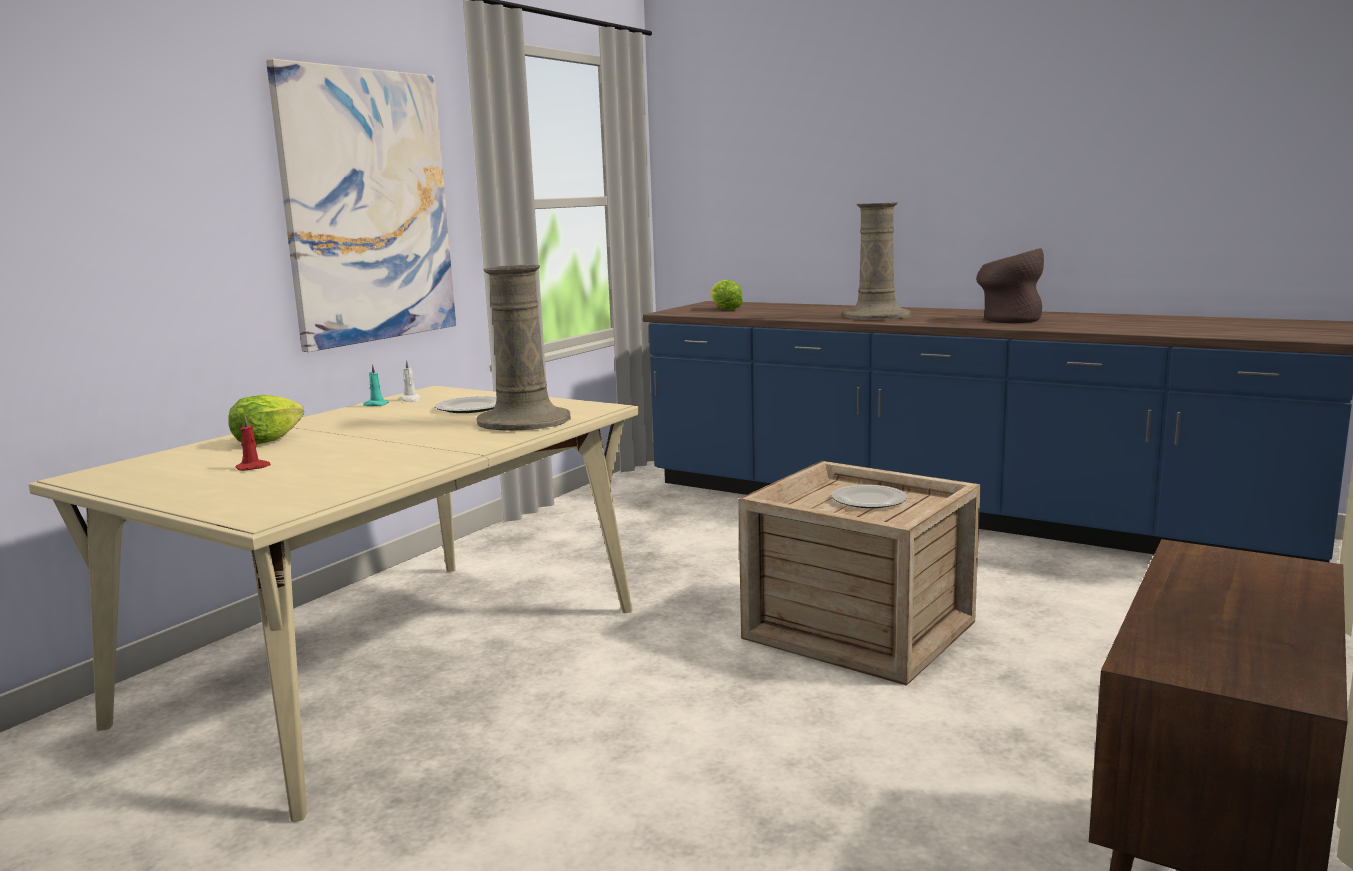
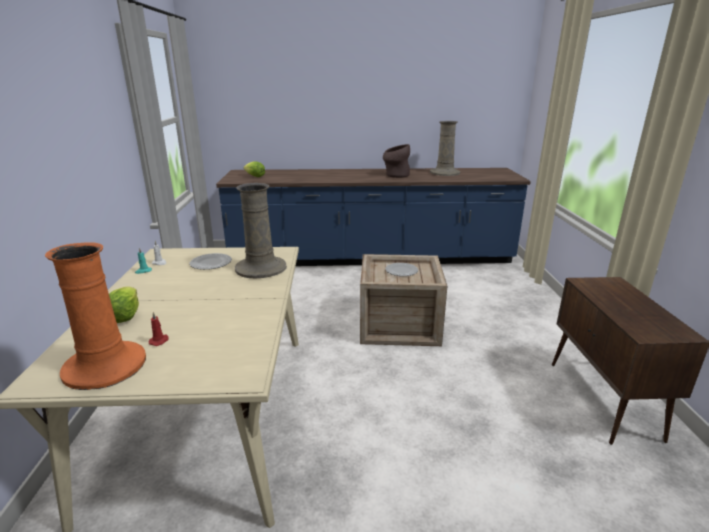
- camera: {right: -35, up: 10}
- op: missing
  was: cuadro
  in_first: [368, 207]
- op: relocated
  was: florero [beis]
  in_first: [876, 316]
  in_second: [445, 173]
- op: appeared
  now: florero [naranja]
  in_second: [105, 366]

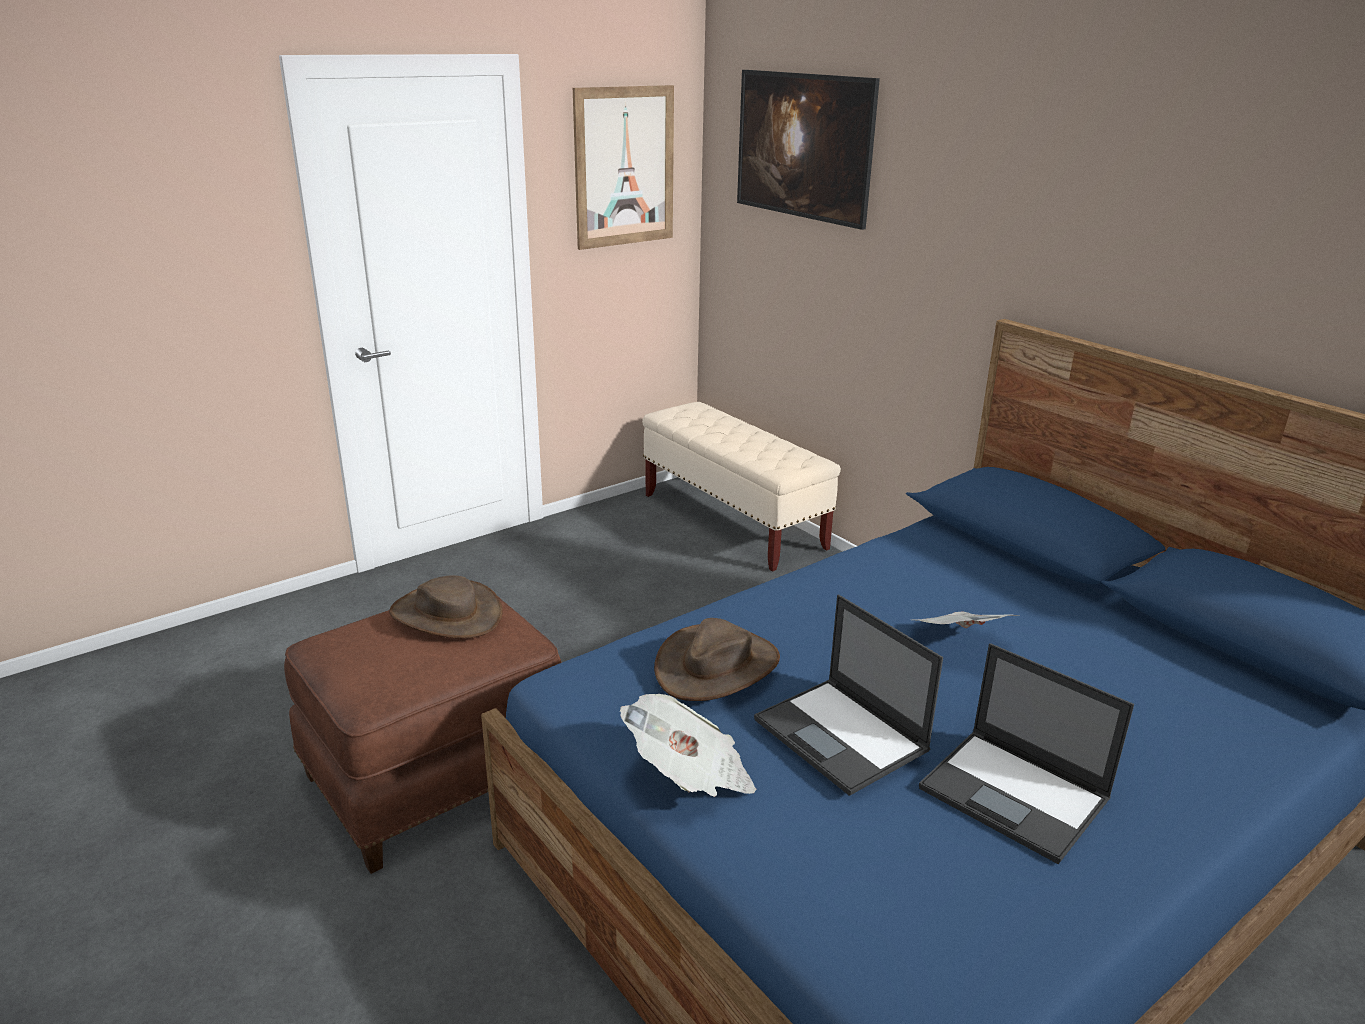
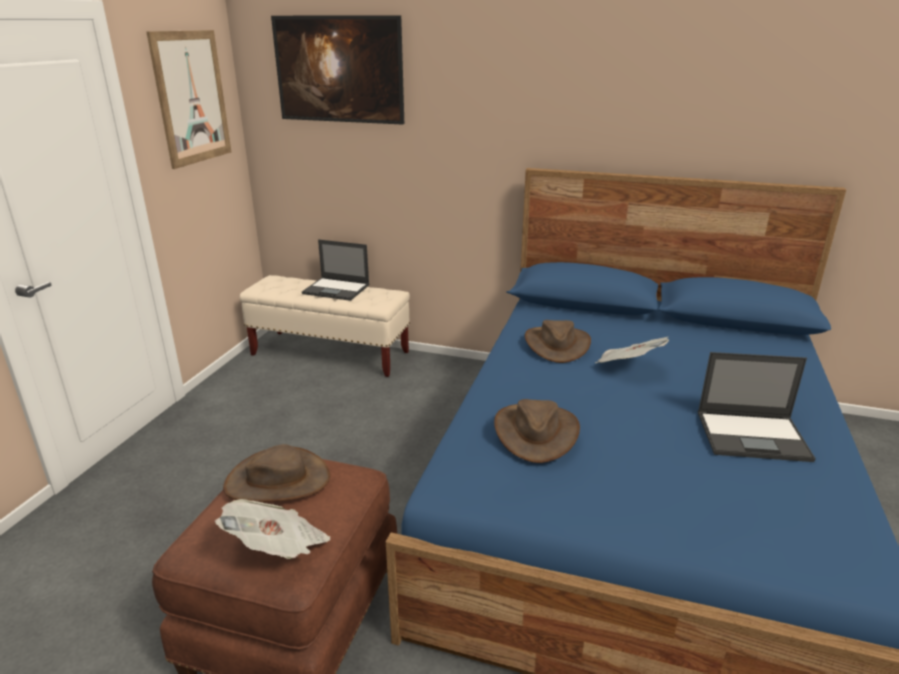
- camera: {right: -35, up: 0}
- op: relocated
  was: portátil
  in_first: [842, 736]
  in_second: [337, 289]
- op: relocated
  was: periódico
  in_first: [689, 775]
  in_second: [278, 548]
- op: appeared
  now: sombrero [marrón]
  in_second: [556, 344]

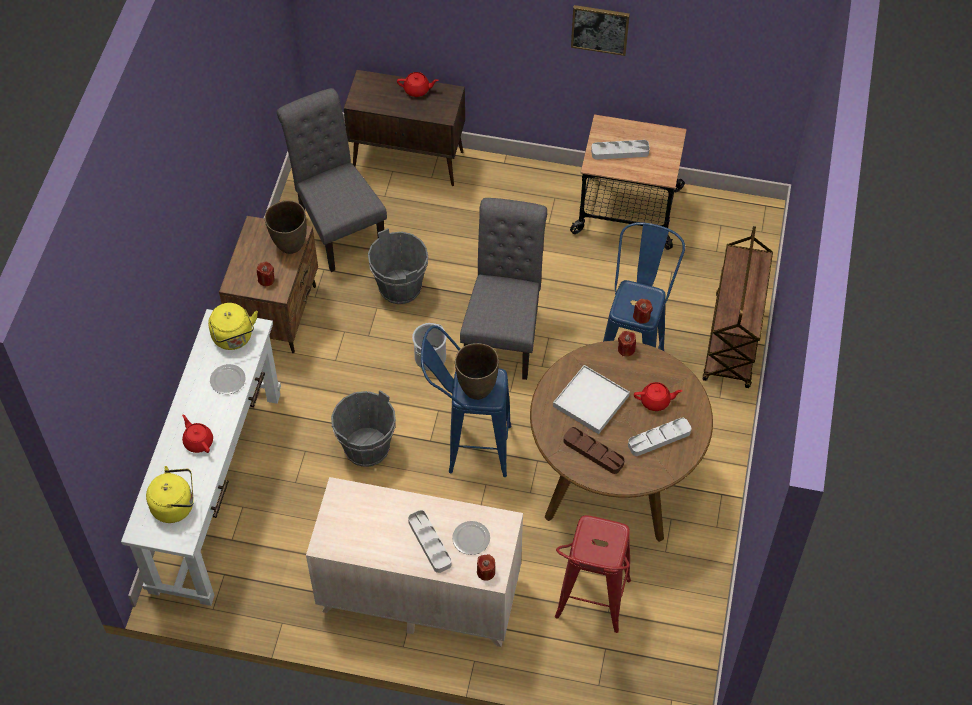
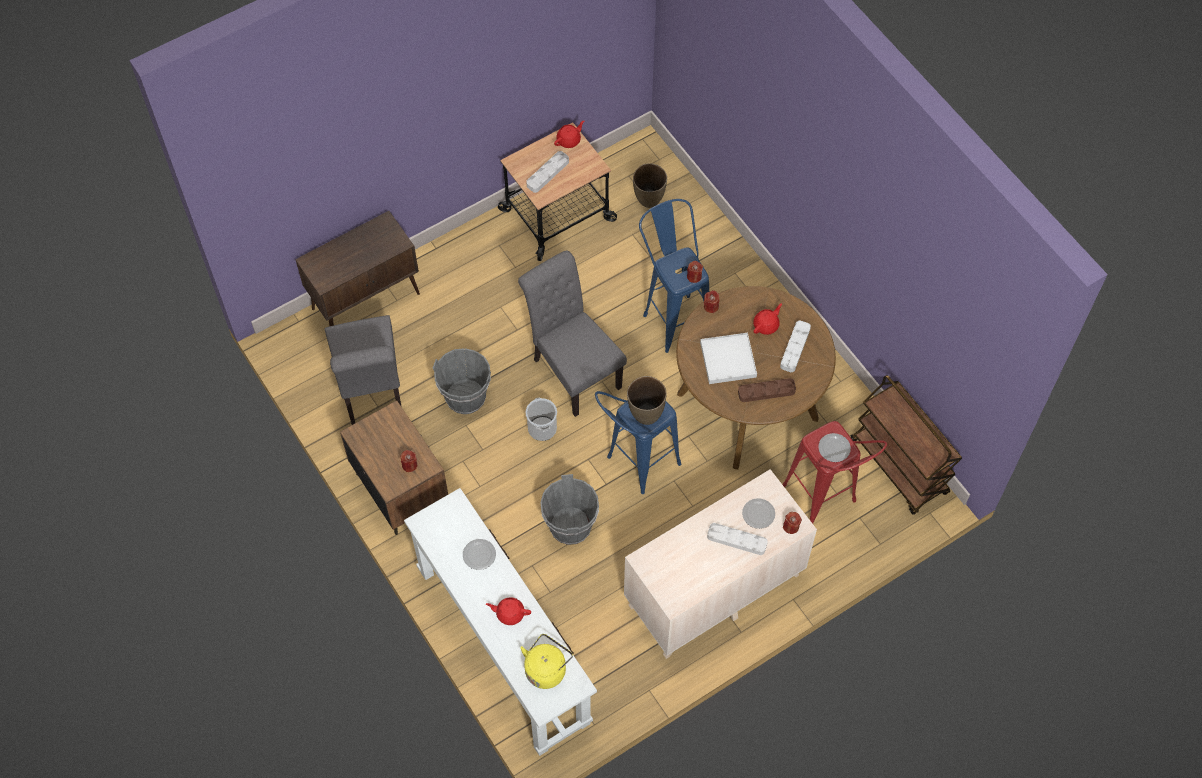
- camera: {right: -45, up: 5}
- op: missing
  was: cuadro
  in_first: [600, 29]
- op: relocated
  was: tetera [rojo]
  in_first: [417, 90]
  in_second: [569, 140]
- op: spun
  was: silla [gris]
  in_first: [338, 227]
  in_second: [371, 391]
  clockwise: -120
- op: relocated
  was: florero [marrón]
  in_first: [290, 245]
  in_second: [649, 200]
- op: relocated
  was: carrito [marrón]
  in_first: [733, 342]
  in_second: [900, 466]
- op: missing
  was: hervidor [amarillo]
  in_first: [234, 338]
- op: appeared
  now: plato
  in_second: [834, 449]

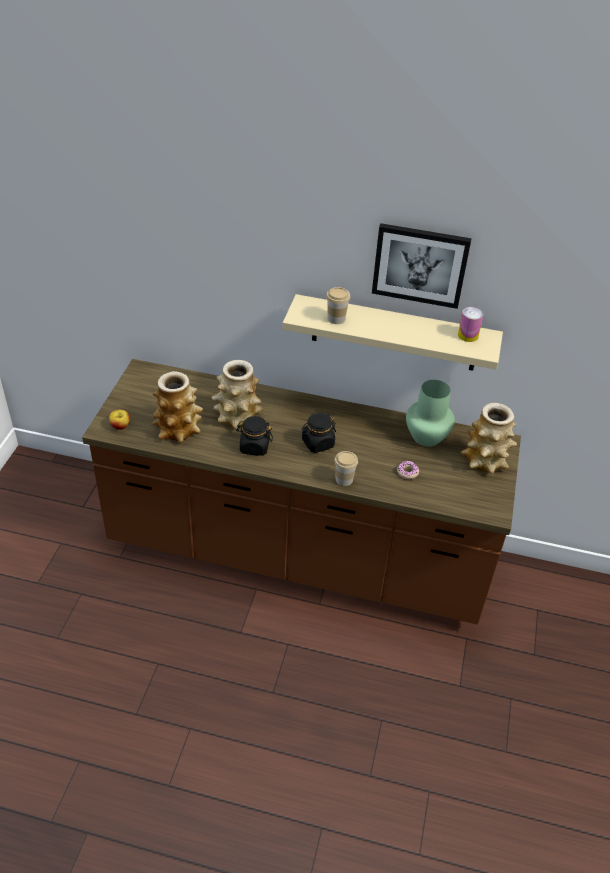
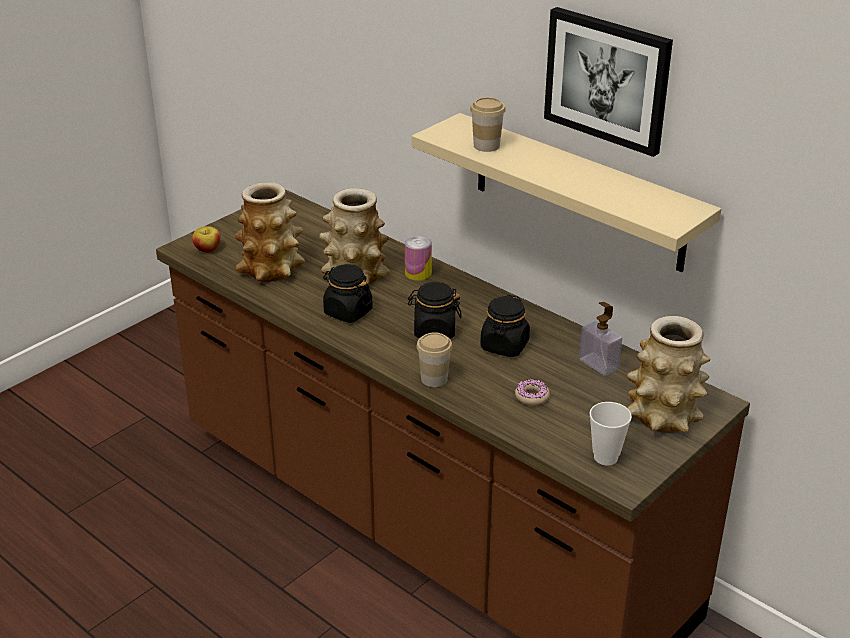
- camera: {right: 30, up: -10}
- op: relocated
  was: lata
  in_first: [468, 335]
  in_second: [418, 273]
- op: exchanged
  was: florero [verde]
  now: dispensador de jabón
  in_first: [427, 436]
  in_second: [598, 364]
- op: appeared
  now: tarro [negro]
  in_second: [504, 346]
- op: appeared
  now: taza
  in_second: [605, 457]

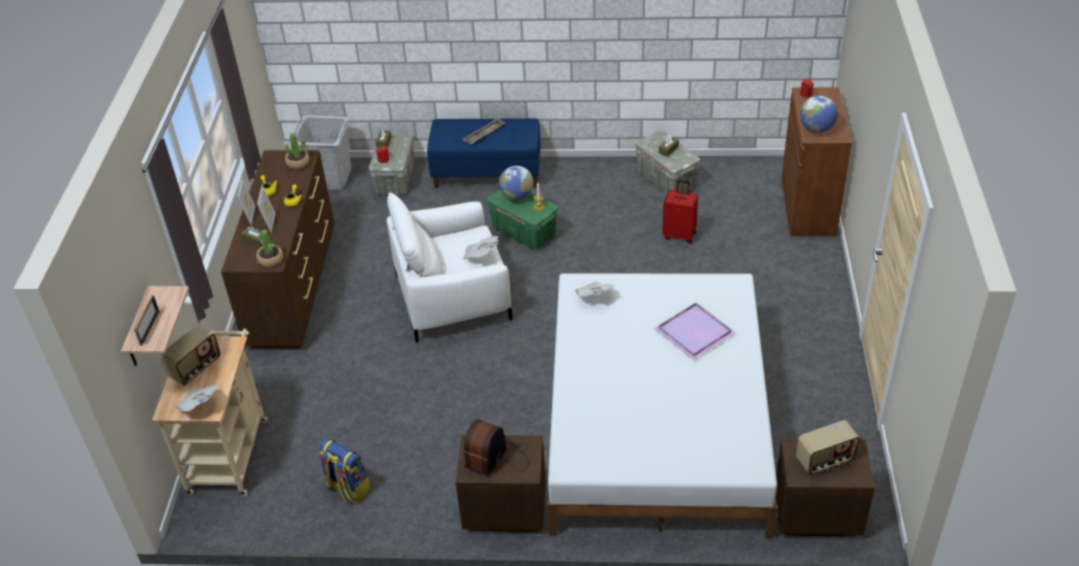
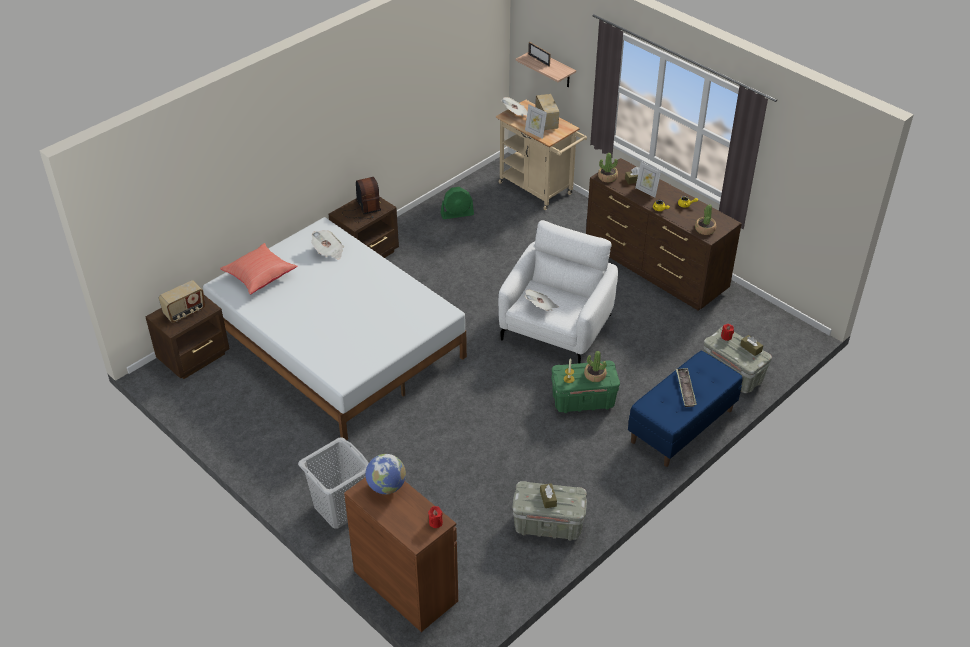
- camera: {right: 130, up: 0}
- op: relocated
  was: cesto de la ropa [gris]
  in_first: [330, 179]
  in_second: [340, 508]
- op: exchanged
  was: globo terráqueo
  now: planta en maceta
  in_first: [517, 196]
  in_second: [595, 375]
- op: relocated
  was: portarretratos
  in_first: [250, 216]
  in_second: [535, 133]
- op: missing
  was: maleta [rojo]
  in_first: [679, 235]
- op: relocated
  was: periódico
  in_first: [594, 296]
  in_second: [328, 251]
- op: missing
  was: bandeja [morado]
  in_first: [694, 333]
- op: spun
  was: radio
  in_first: [825, 460]
  in_second: [185, 312]
  clockwise: -150
- op: exchanged
  was: mochila
  now: ventilador [verde]
  in_first: [347, 488]
  in_second: [457, 214]
- op: appeared
  now: cojín [rojo]
  in_second: [259, 277]

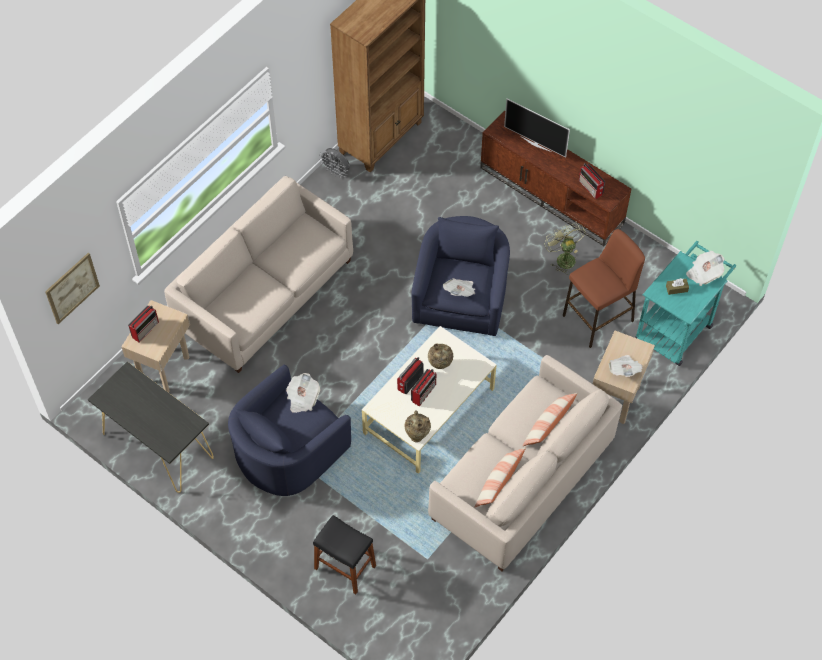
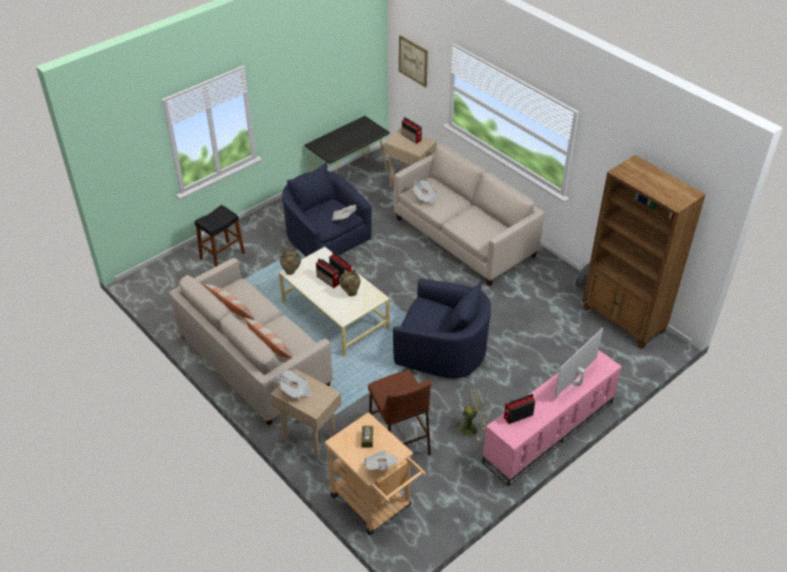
- camera: {right: 100, up: -15}
- op: colour
  was: mueble de televisión [marrón]
  now: mueble de televisión [rosa]
  in_first: [552, 195]
  in_second: [549, 433]
- op: colour
  was: carrito [turquesa]
  now: carrito [beis]
  in_first: [677, 327]
  in_second: [375, 504]
- op: relocated
  was: periódico
  in_first: [460, 292]
  in_second: [425, 198]

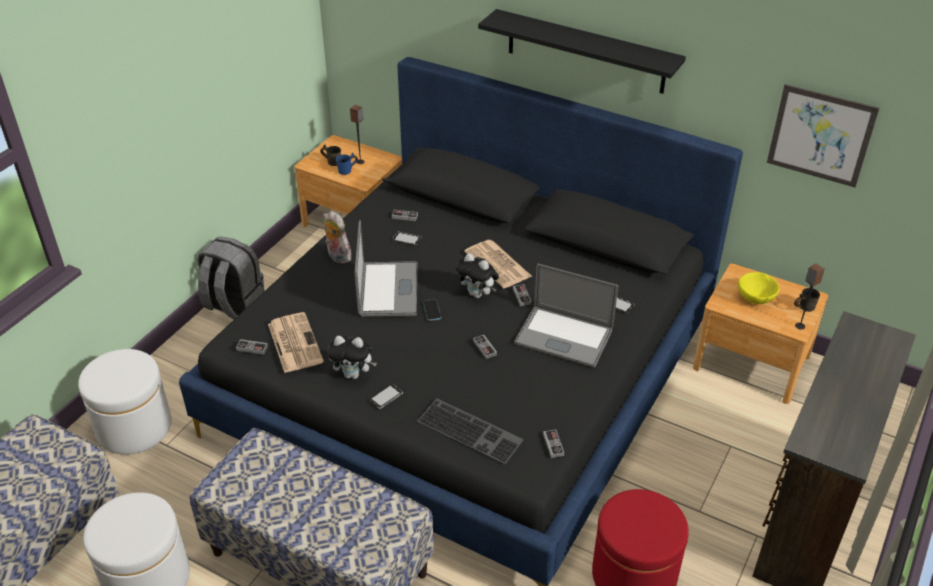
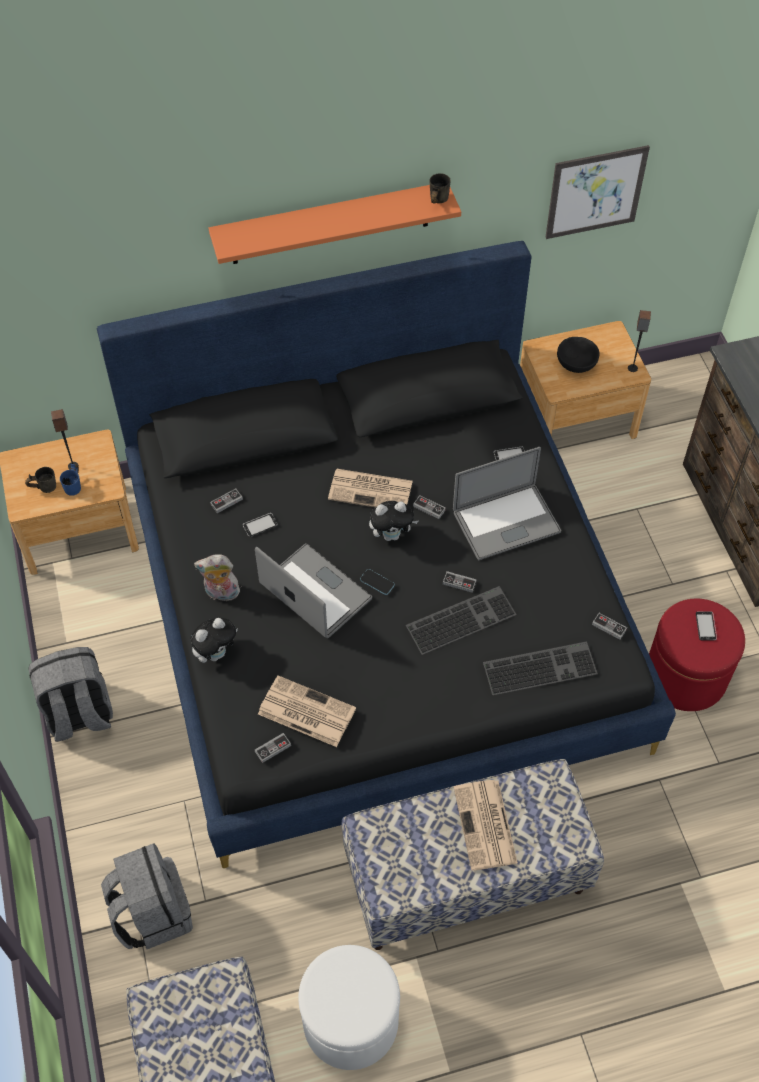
- camera: {right: -45, up: 15}
- op: colour
  was: estante [negro]
  now: estante [naranja]
  in_first: [585, 52]
  in_second: [330, 224]
- op: colour
  was: cuenco [amarillo]
  now: cuenco [negro]
  in_first: [756, 298]
  in_second: [576, 364]
- op: relocated
  was: taza grande [gris]
  in_first: [802, 308]
  in_second: [435, 201]
- op: relocated
  was: peluche
  in_first: [353, 374]
  in_second: [216, 653]
- op: exchanged
  was: puf [blanco]
  now: mochila [gris]
  in_first: [134, 427]
  in_second: [152, 912]
- op: relocated
  was: móvil
  in_first: [386, 397]
  in_second: [705, 626]
- op: appeared
  now: teclado
  in_second: [461, 618]
- op: appeared
  now: periódico
  in_second: [486, 826]

